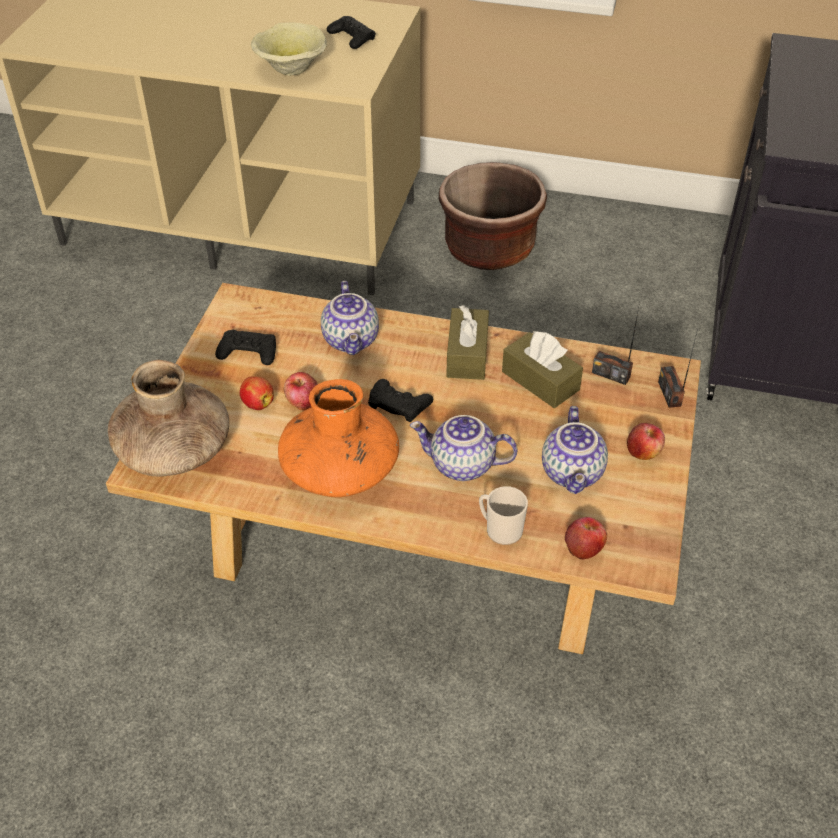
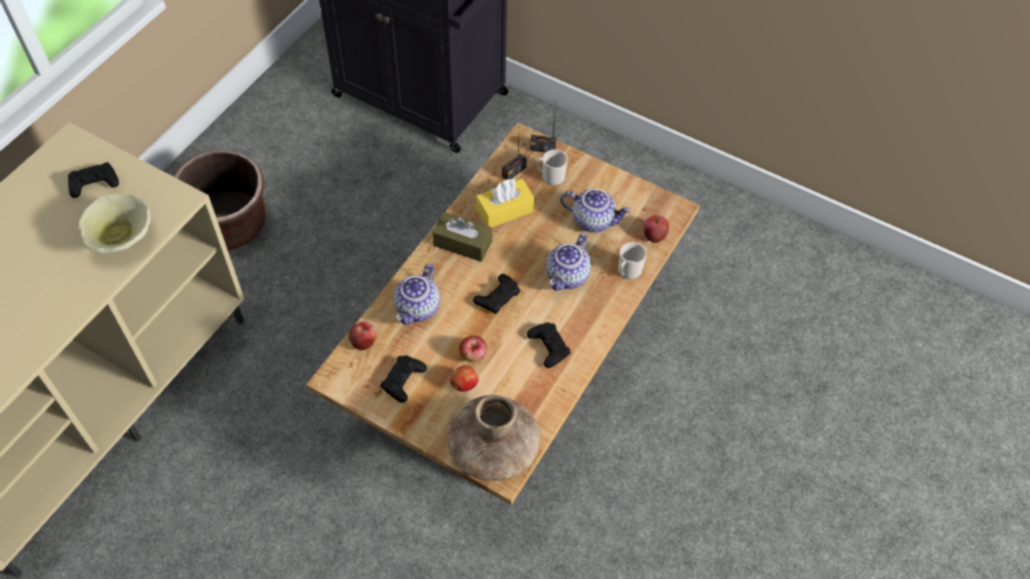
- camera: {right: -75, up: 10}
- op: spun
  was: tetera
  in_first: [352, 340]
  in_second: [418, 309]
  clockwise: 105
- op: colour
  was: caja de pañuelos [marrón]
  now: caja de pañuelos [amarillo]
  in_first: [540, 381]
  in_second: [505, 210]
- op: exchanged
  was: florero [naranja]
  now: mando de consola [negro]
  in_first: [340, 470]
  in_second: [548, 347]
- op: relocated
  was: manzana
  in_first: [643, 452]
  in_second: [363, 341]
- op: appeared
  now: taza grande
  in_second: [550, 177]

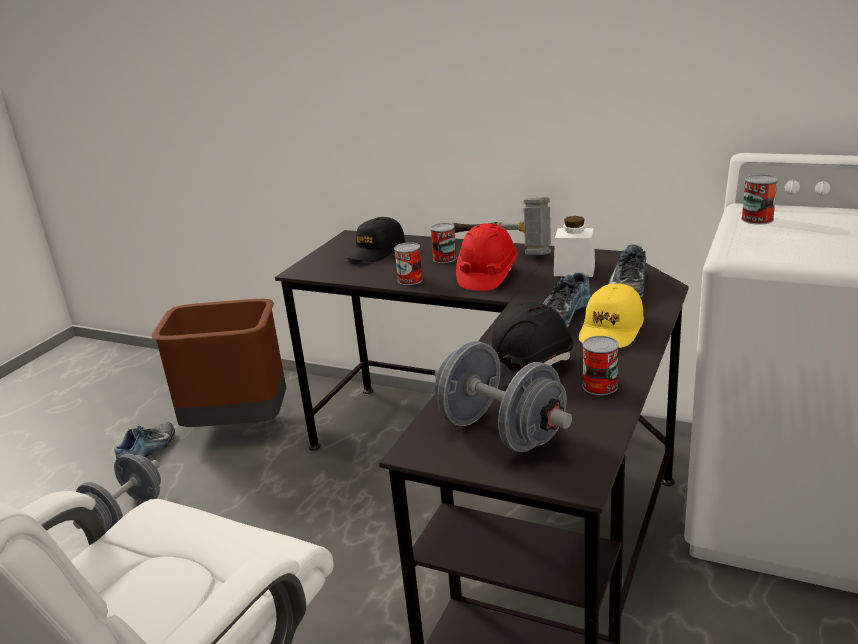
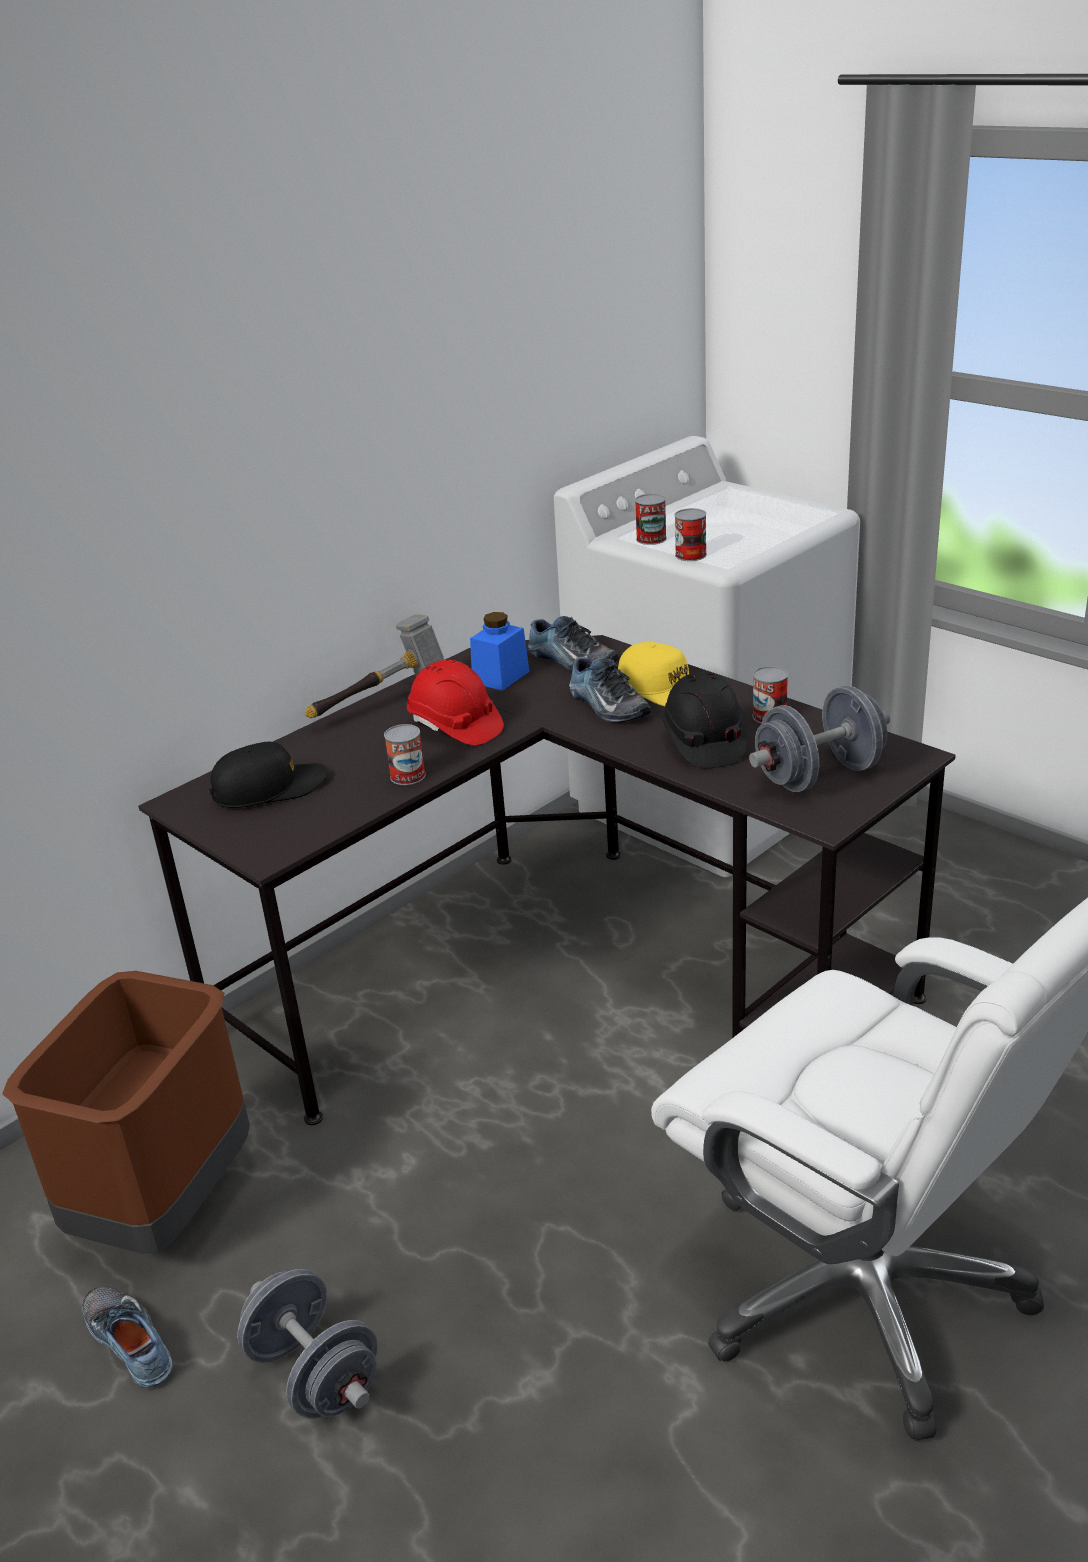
- camera: {right: -70, up: 5}
- op: colour
  was: tarro [blanco]
  now: tarro [azul]
  in_first: [574, 270]
  in_second: [501, 677]
- op: spun
  was: gorra [negro]
  in_first: [376, 251]
  in_second: [269, 788]
  clockwise: -75
- op: relocated
  was: lata
  in_first: [444, 258]
  in_second: [690, 555]

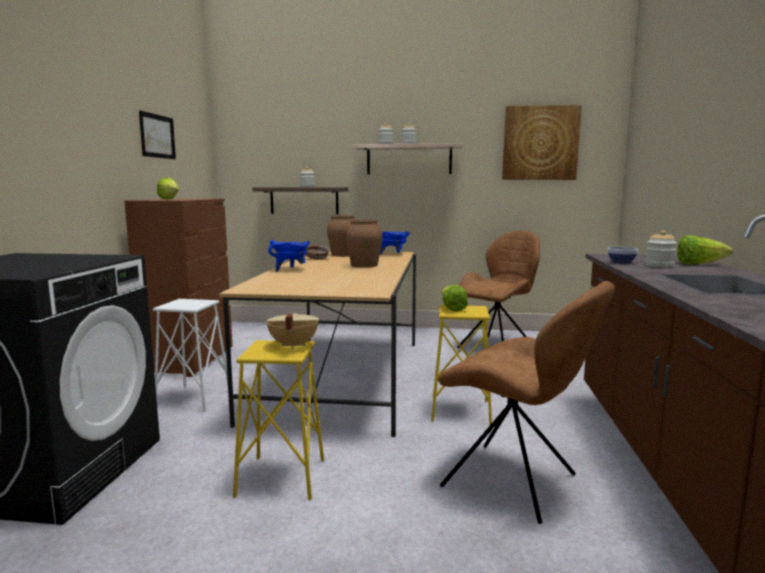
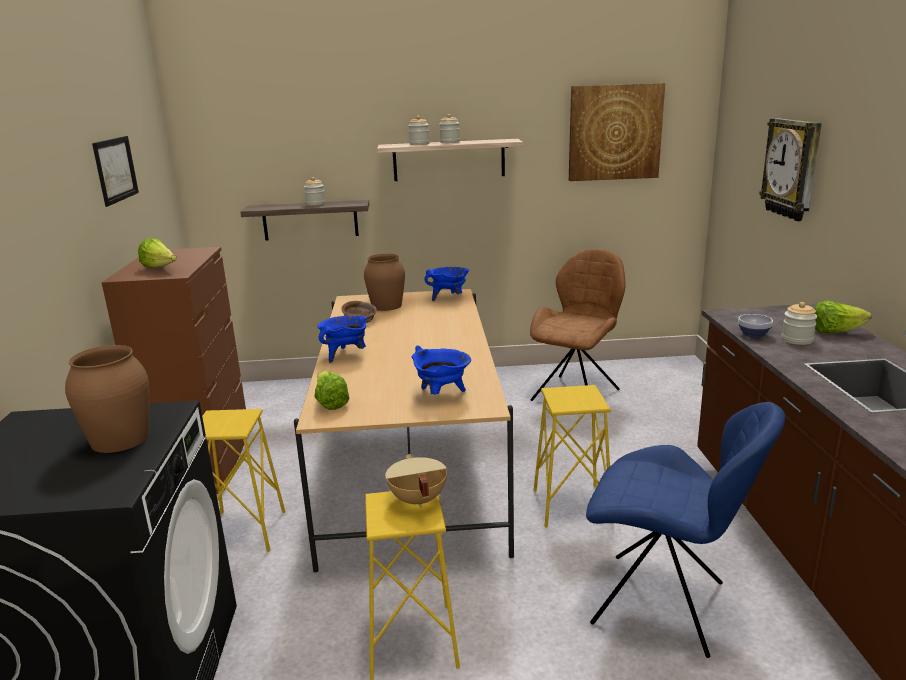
- camera: {right: -10, up: 10}
- op: relocated
  was: florero [marrón]
  in_first: [364, 265]
  in_second: [121, 439]
- op: colour
  was: silla [marrón]
  now: silla [azul]
  in_first: [514, 482]
  in_second: [664, 605]
- op: relocated
  was: lechuga
  in_first: [451, 309]
  in_second: [330, 403]
- op: colour
  was: taburete [blanco]
  now: taburete [amarillo]
  in_first: [194, 399]
  in_second: [244, 531]
- op: appeared
  now: reloj de pared
  in_second: [792, 168]
- op: appeared
  now: olla [azul]
  in_second: [441, 395]

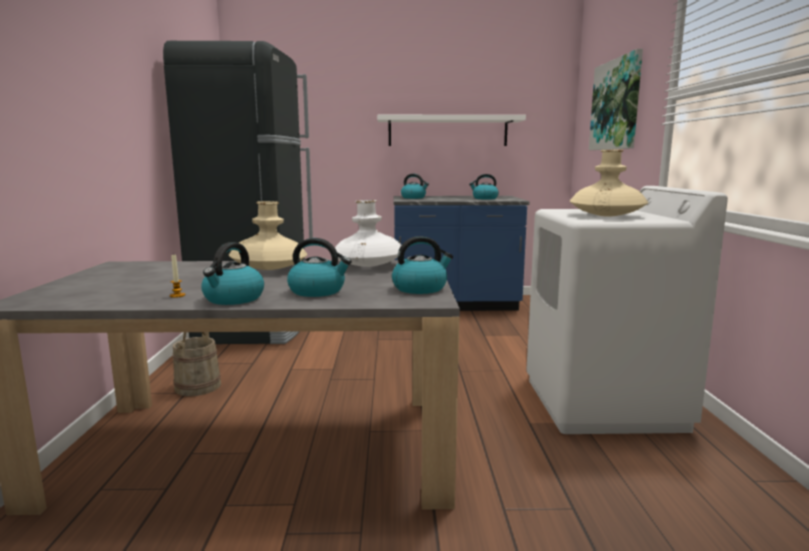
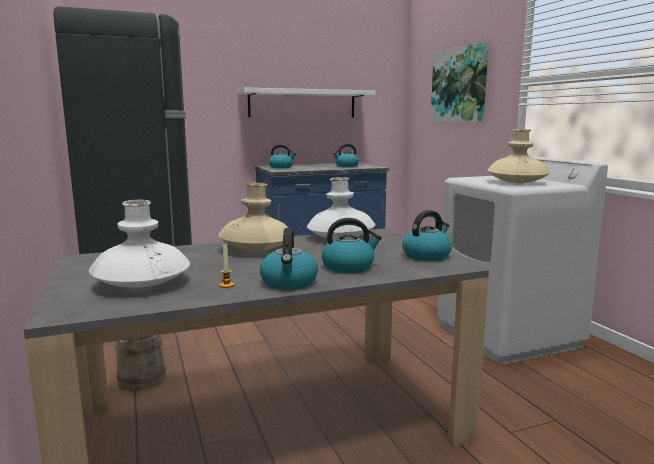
- camera: {right: -20, up: 0}
- op: appeared
  now: florero [blanco]
  in_second: [142, 283]

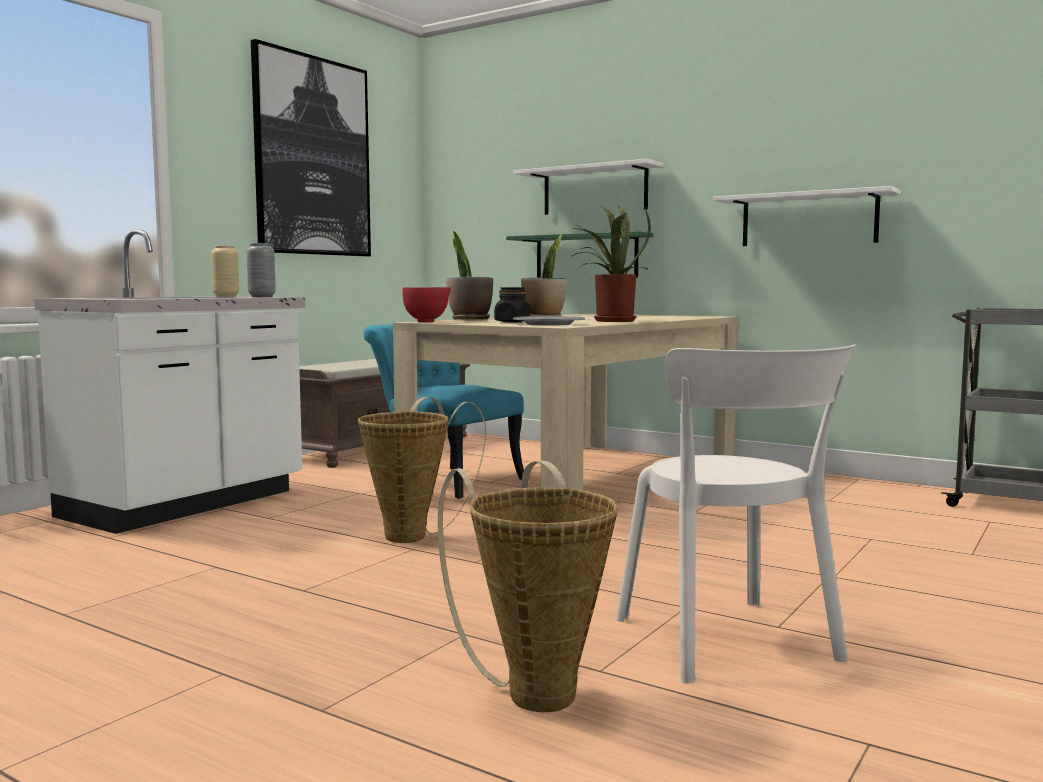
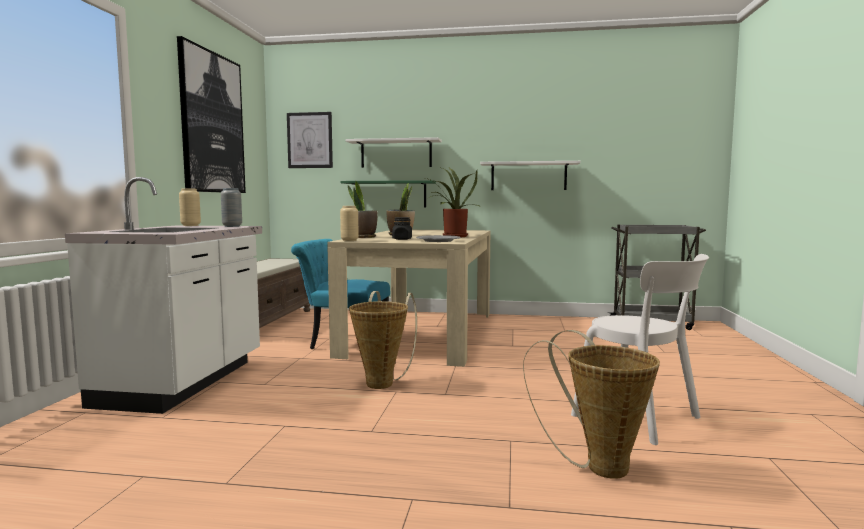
- camera: {right: -25, up: 0}
- op: exchanged
  was: cuenco [rojo]
  now: florero [beis]
  in_first: [428, 321]
  in_second: [349, 240]
- op: appeared
  now: cuadro
  in_second: [310, 140]

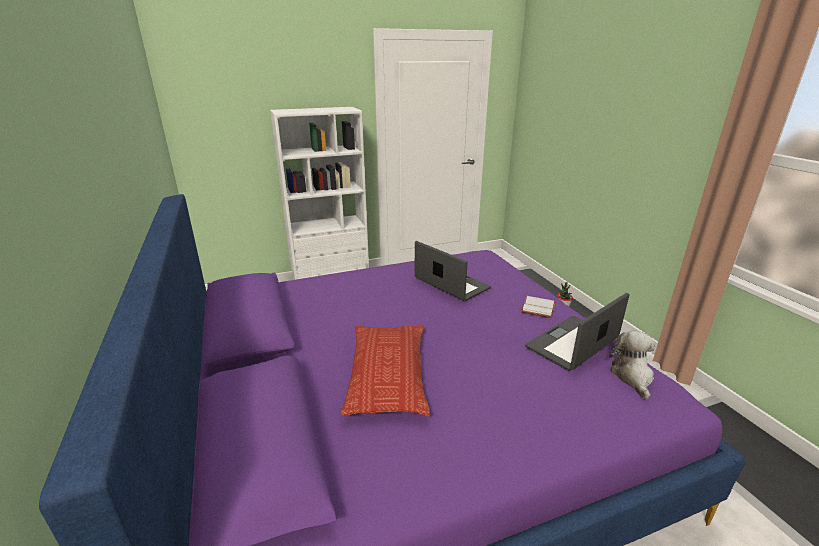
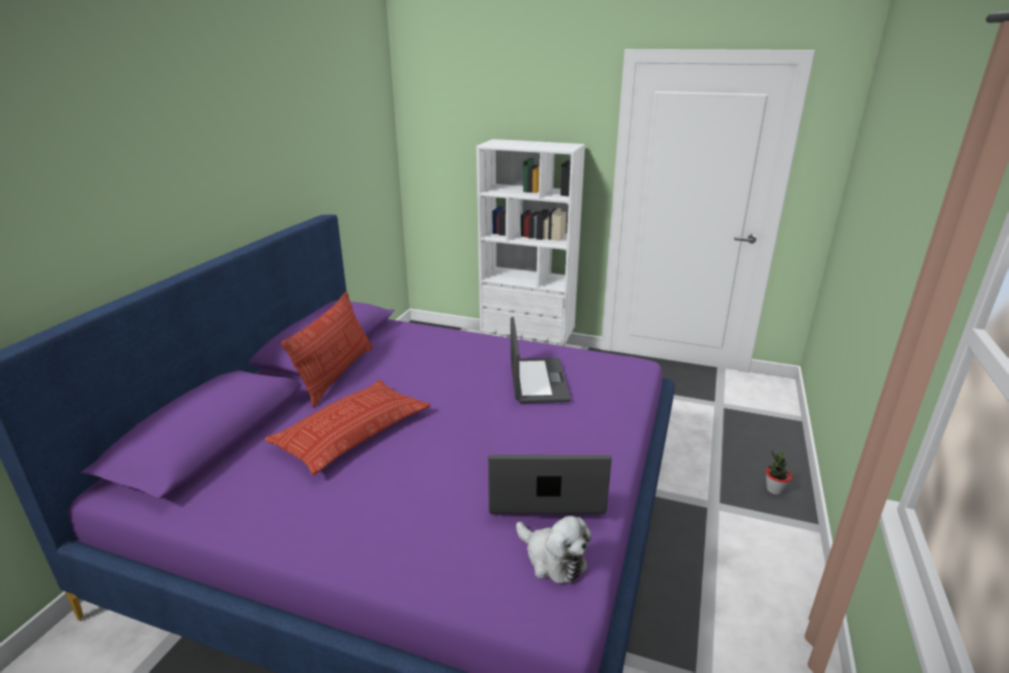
- camera: {right: 40, up: 0}
- op: missing
  was: libro [blanco]
  in_first: [539, 308]
- op: spun
  was: peluche
  in_first: [632, 376]
  in_second: [552, 559]
  clockwise: 90
- op: appeared
  now: cojín
  in_second: [336, 374]

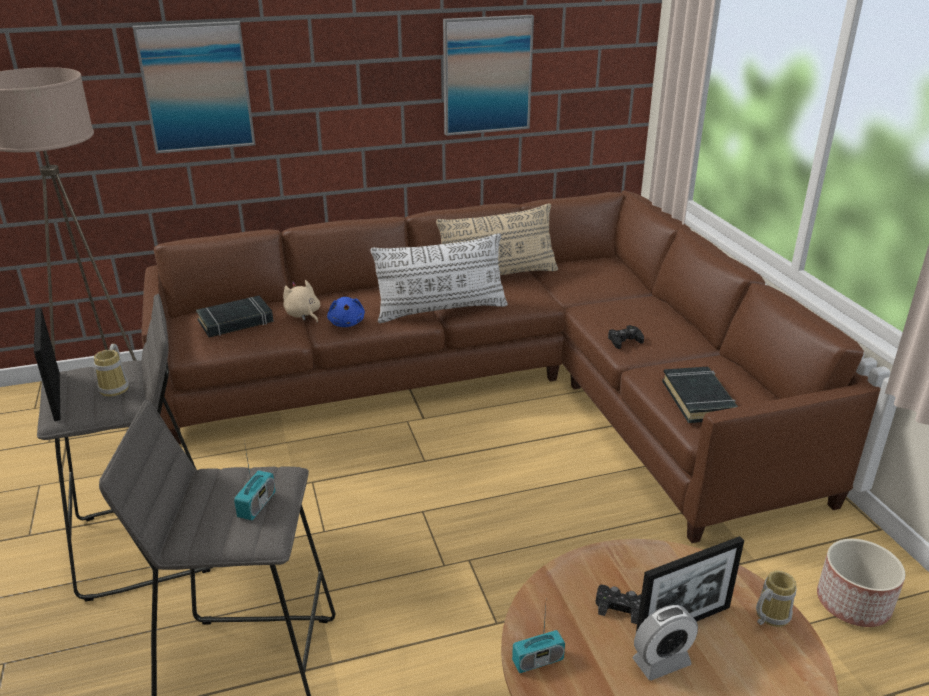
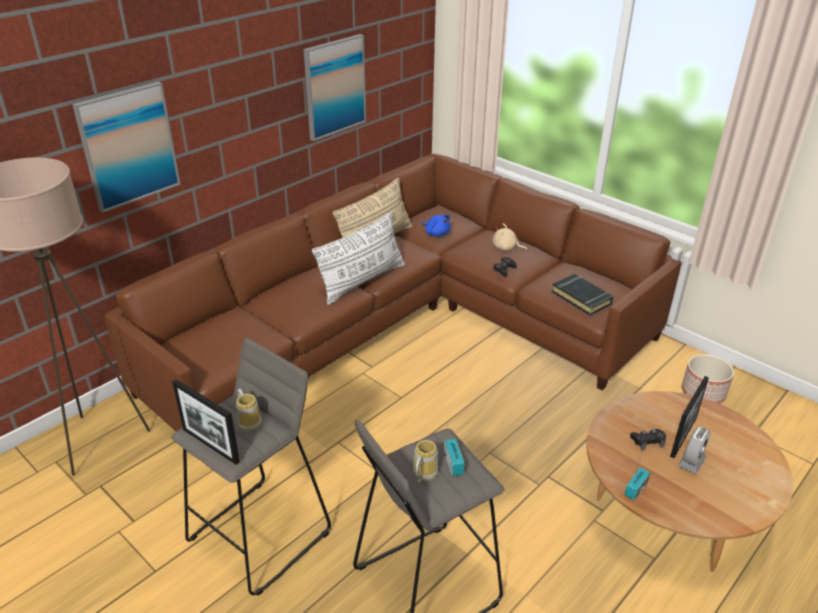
- camera: {right: -30, up: 5}
- op: relocated
  was: peluche [beis]
  in_first: [303, 315]
  in_second: [506, 248]
- op: missing
  was: libro [negro]
  in_first: [236, 322]
- op: relocated
  was: peluche [azul]
  in_first: [347, 323]
  in_second: [436, 233]
- op: relocated
  was: taza grande
  in_first: [768, 616]
  in_second: [422, 474]

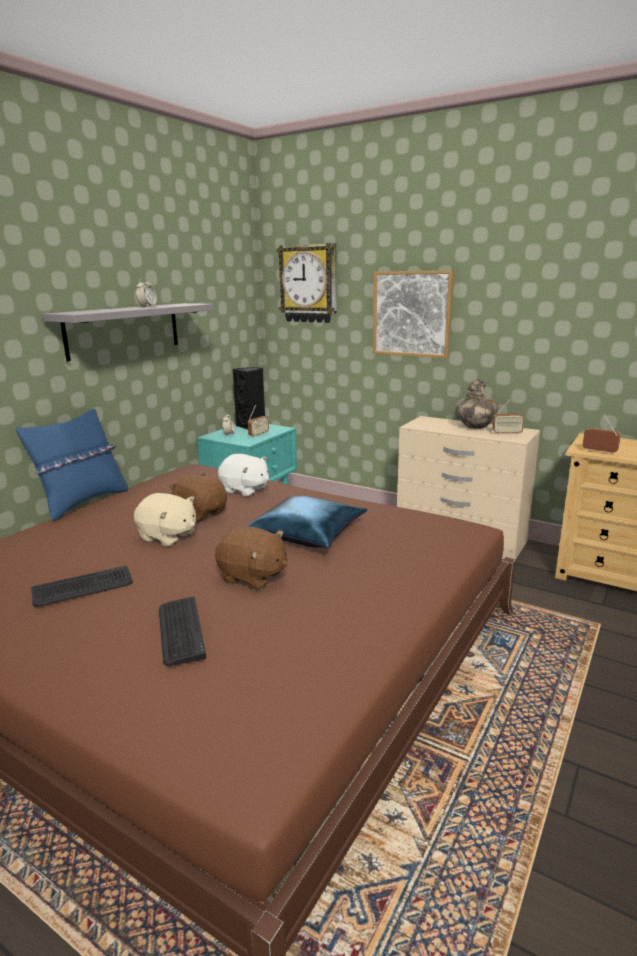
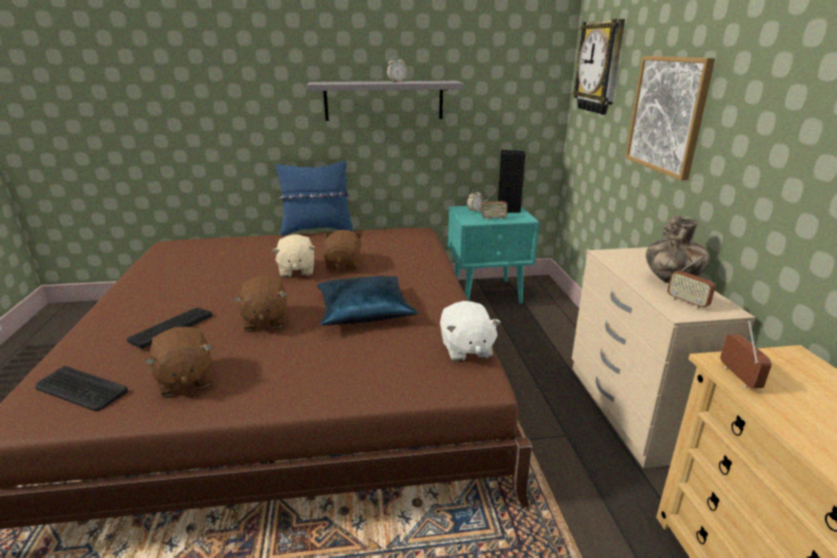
- camera: {right: 50, up: 5}
- op: relocated
  was: peluche [blanco]
  in_first: [245, 490]
  in_second: [466, 349]
- op: relocated
  was: teclado
  in_first: [83, 587]
  in_second: [80, 389]
- op: appeared
  now: peluche [marrón]
  in_second: [185, 379]

